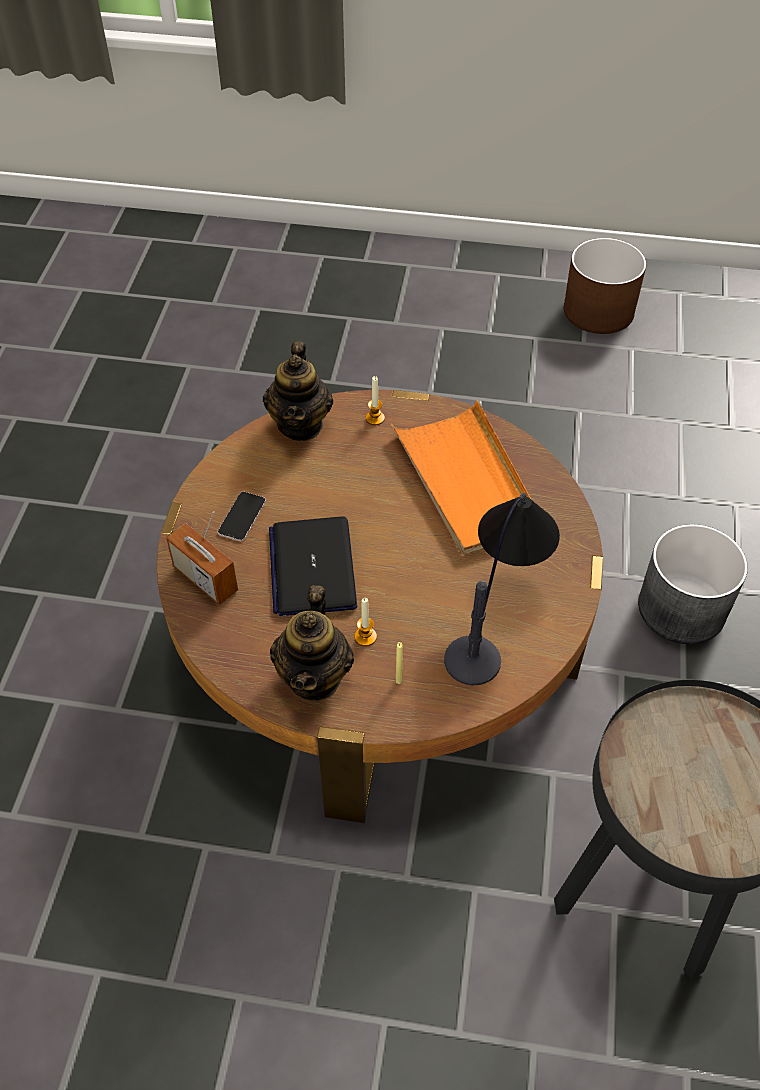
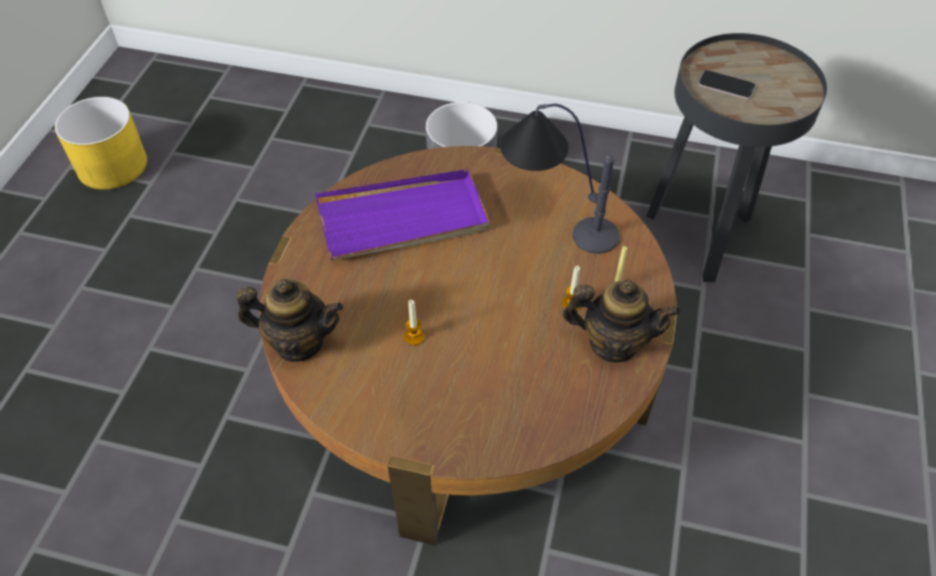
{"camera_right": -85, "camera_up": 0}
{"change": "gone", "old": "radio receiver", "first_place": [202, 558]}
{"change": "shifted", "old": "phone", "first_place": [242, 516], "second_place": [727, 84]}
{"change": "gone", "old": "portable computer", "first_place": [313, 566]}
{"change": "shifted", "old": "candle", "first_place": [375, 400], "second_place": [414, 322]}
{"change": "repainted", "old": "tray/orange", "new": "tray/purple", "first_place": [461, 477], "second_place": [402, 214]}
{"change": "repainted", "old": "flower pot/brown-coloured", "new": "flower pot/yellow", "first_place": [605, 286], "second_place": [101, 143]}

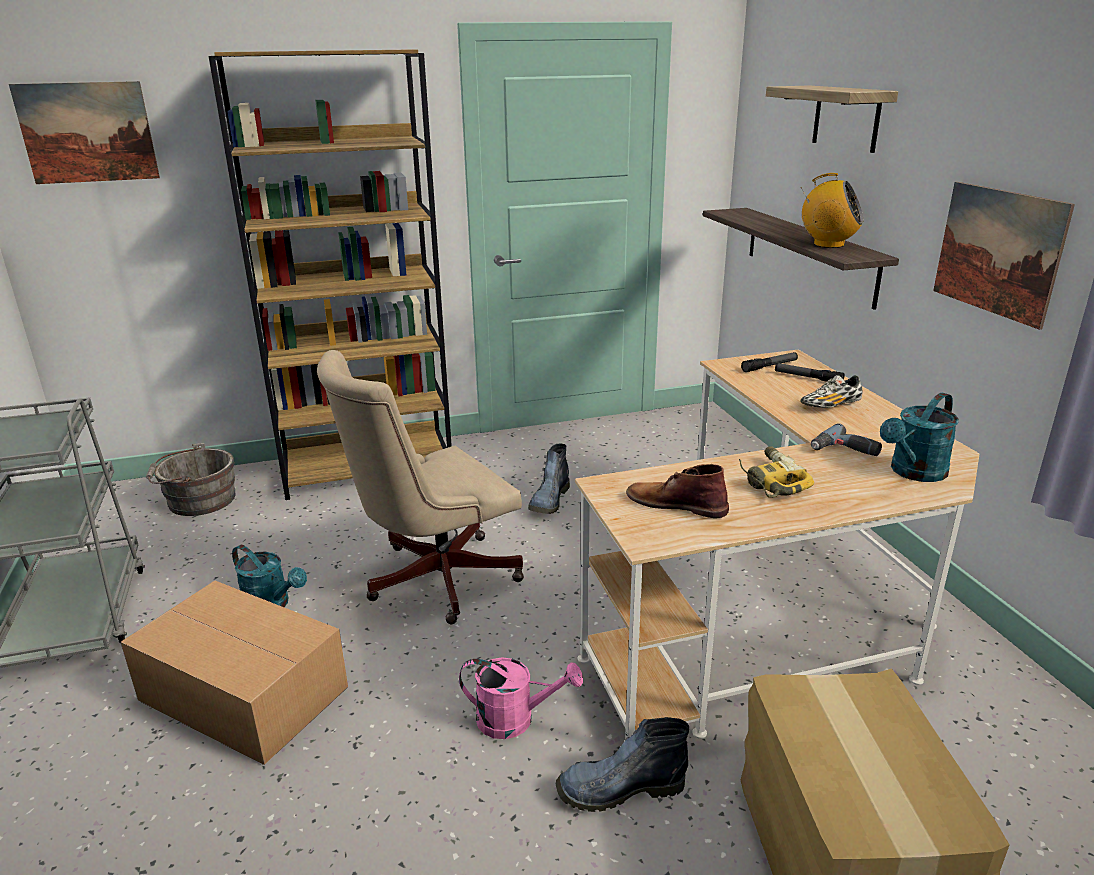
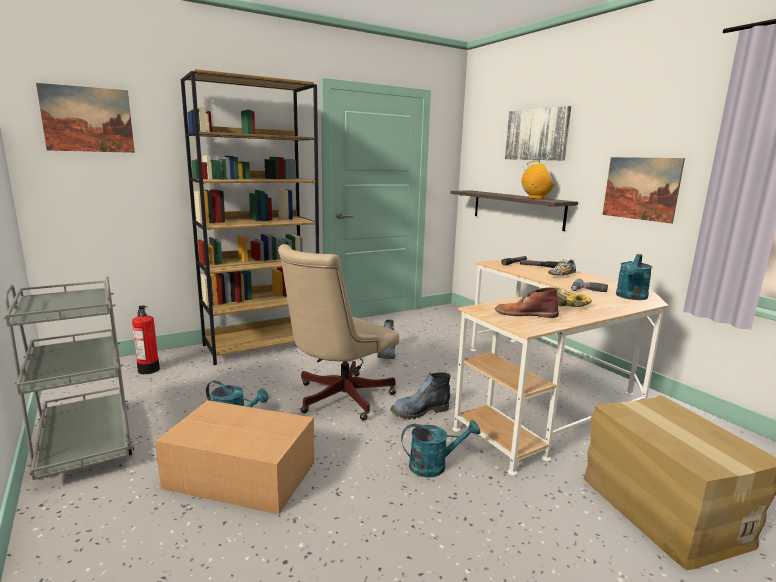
{"camera_right": -15, "camera_up": -10}
{"change": "swapped", "old": "water bucket/gray", "new": "fire extinguisher", "first_place": [191, 479], "second_place": [146, 339]}
{"change": "repainted", "old": "sprinkling can/pink-coloured", "new": "sprinkling can/turquoise-coloured", "first_place": [521, 698], "second_place": [441, 448]}
{"change": "shifted", "old": "high-top boot", "first_place": [622, 764], "second_place": [420, 396]}
{"change": "swapped", "old": "wall shelf", "new": "wall art", "first_place": [832, 119], "second_place": [538, 133]}

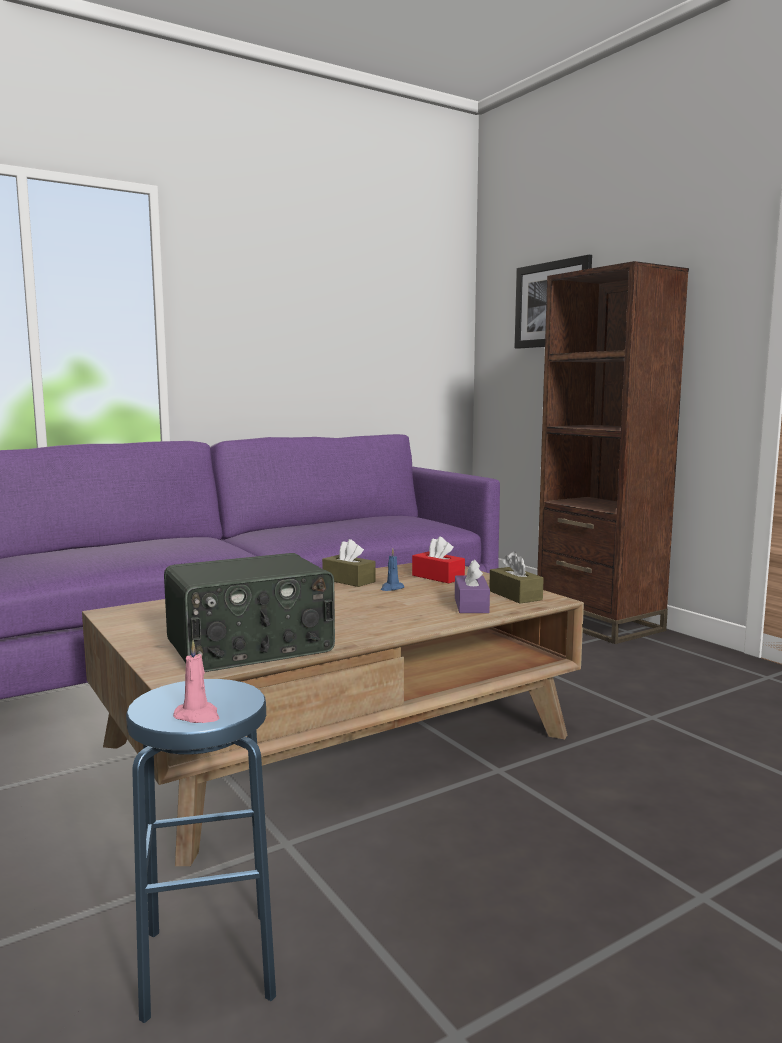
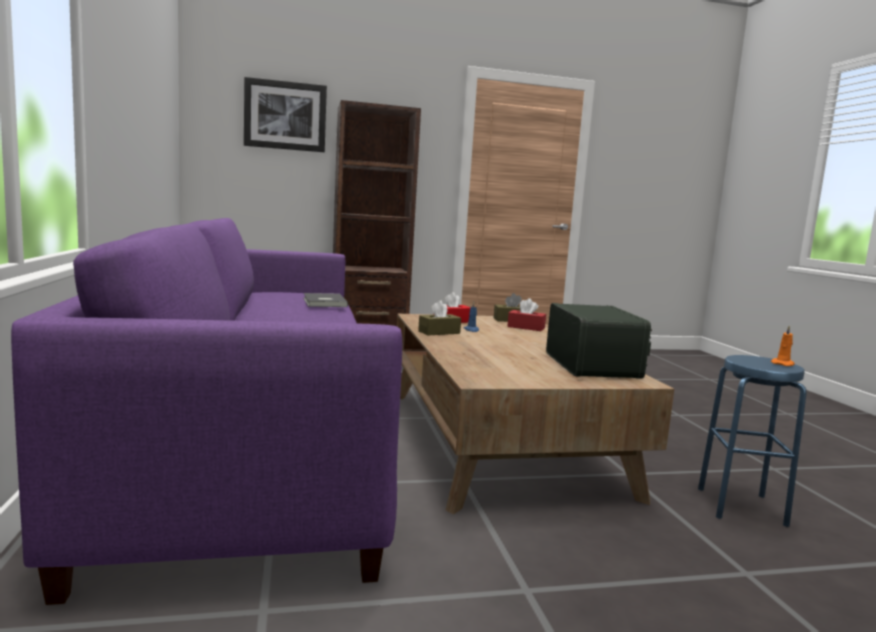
{"camera_right": -70, "camera_up": 0}
{"change": "repainted", "old": "candle/pink-coloured", "new": "candle/orange", "first_place": [196, 682], "second_place": [783, 346]}
{"change": "repainted", "old": "box of tissues/purple", "new": "box of tissues/reddish", "first_place": [472, 586], "second_place": [526, 314]}
{"change": "new", "new": "volume/gray", "second_place": [325, 300]}

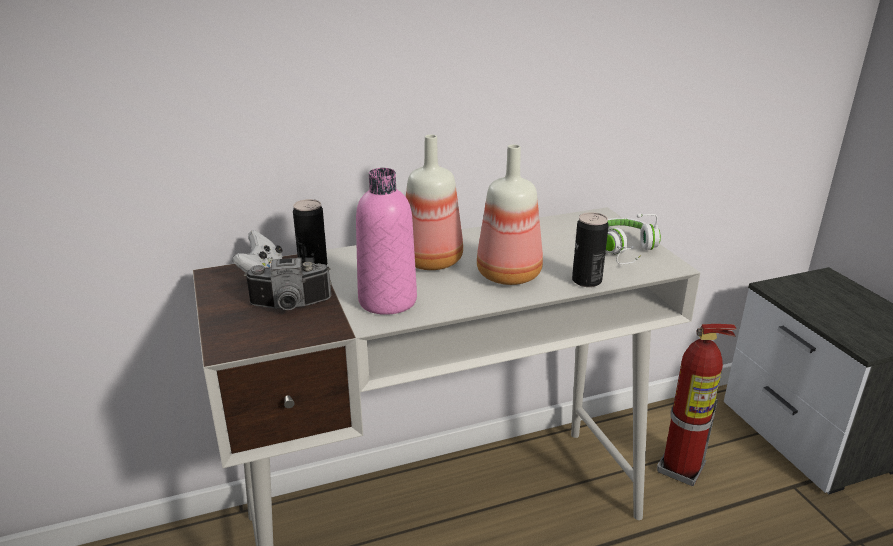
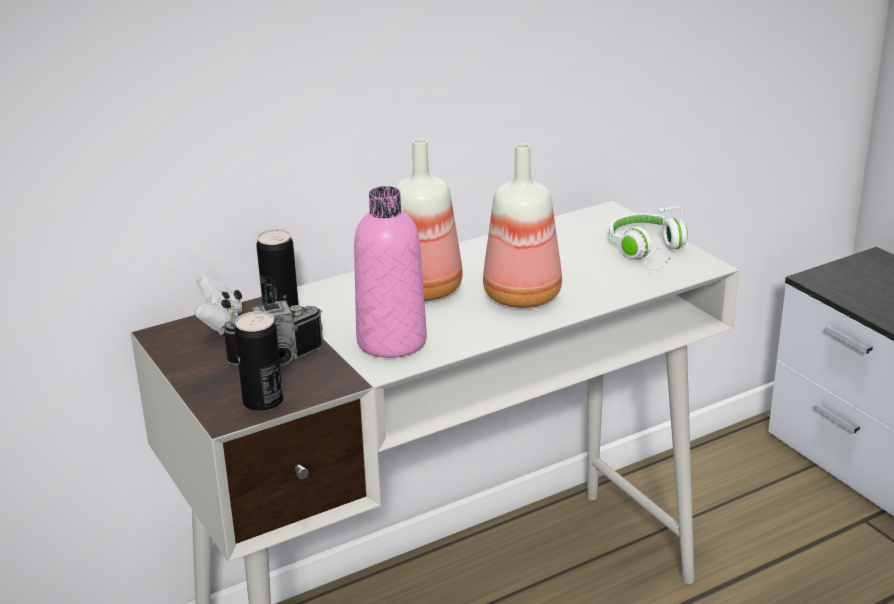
{"camera_right": -10, "camera_up": 0}
{"change": "shifted", "old": "can", "first_place": [590, 249], "second_place": [259, 361]}
{"change": "gone", "old": "fire extinguisher", "first_place": [697, 405]}

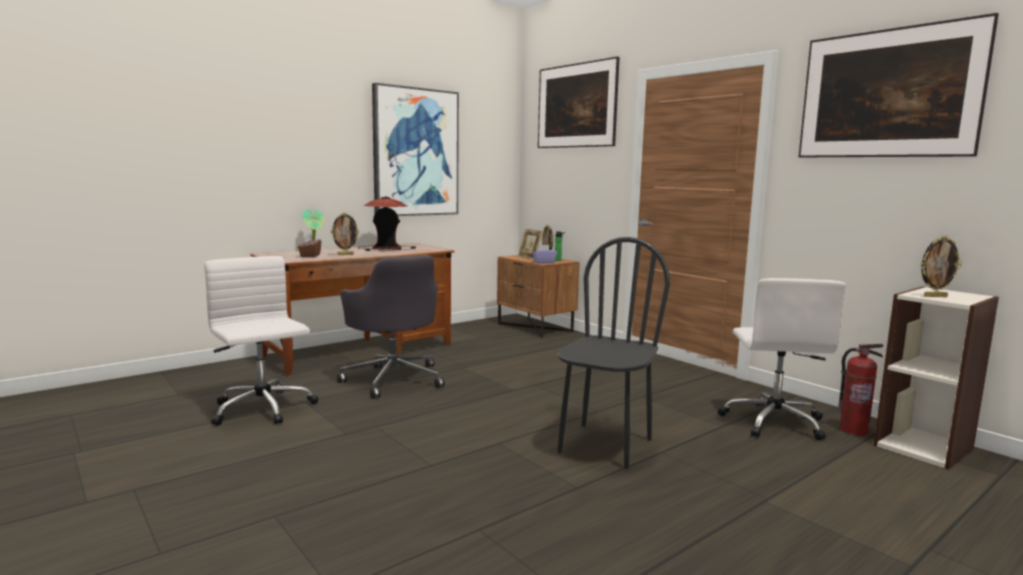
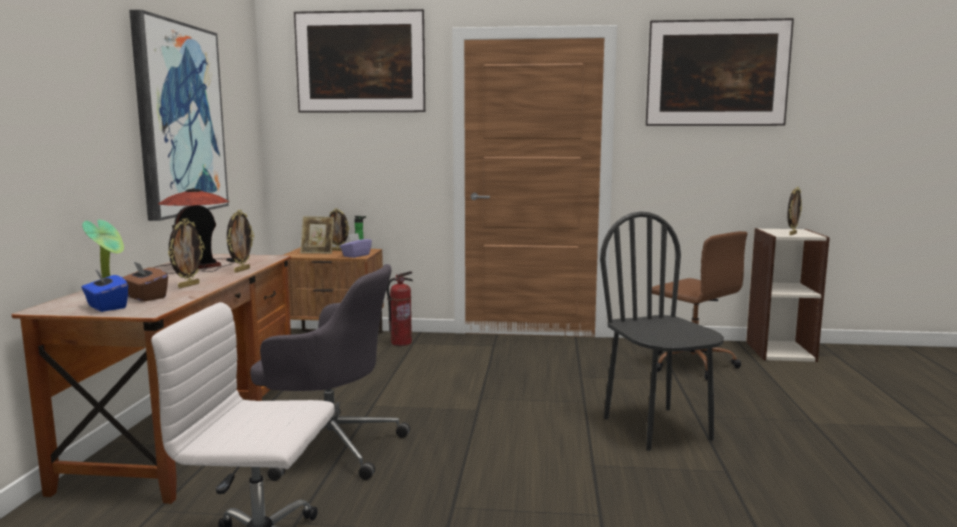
{"camera_right": -45, "camera_up": 0}
{"change": "repainted", "old": "office chair/whitish", "new": "office chair/brown-coloured", "first_place": [782, 359], "second_place": [699, 305]}
{"change": "shifted", "old": "fire extinguisher", "first_place": [860, 390], "second_place": [399, 308]}
{"change": "new", "new": "box of tissues/blue-coloured", "second_place": [105, 290]}
{"change": "new", "new": "photo frame", "second_place": [240, 241]}

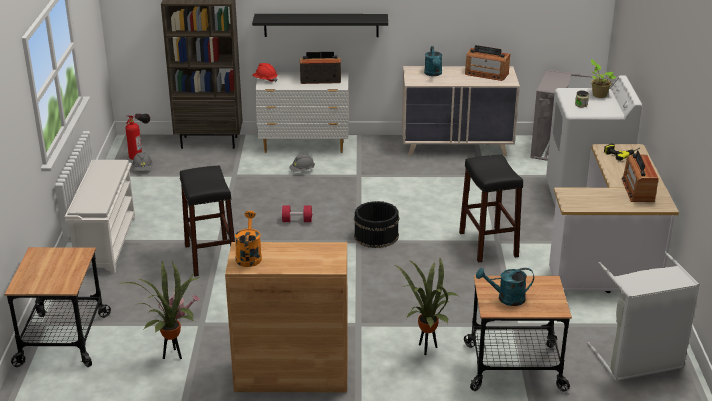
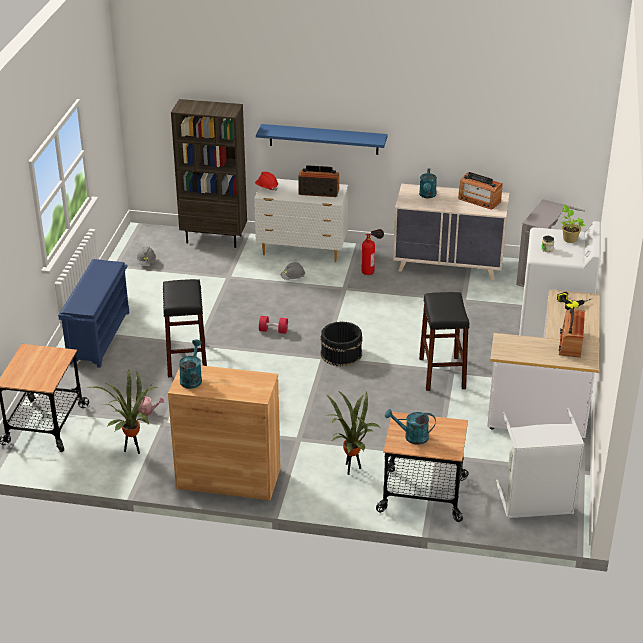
{"camera_right": 10, "camera_up": 5}
{"change": "repainted", "old": "shoe rack/whitish", "new": "shoe rack/blue-coloured", "first_place": [100, 217], "second_place": [93, 313]}
{"change": "shifted", "old": "fire extinguisher", "first_place": [137, 137], "second_place": [373, 252]}
{"change": "repainted", "old": "sprinkling can/orange", "new": "sprinkling can/turquoise-coloured", "first_place": [248, 239], "second_place": [190, 364]}
{"change": "repainted", "old": "wall shelf/blackish", "new": "wall shelf/blue-coloured", "first_place": [320, 25], "second_place": [322, 139]}

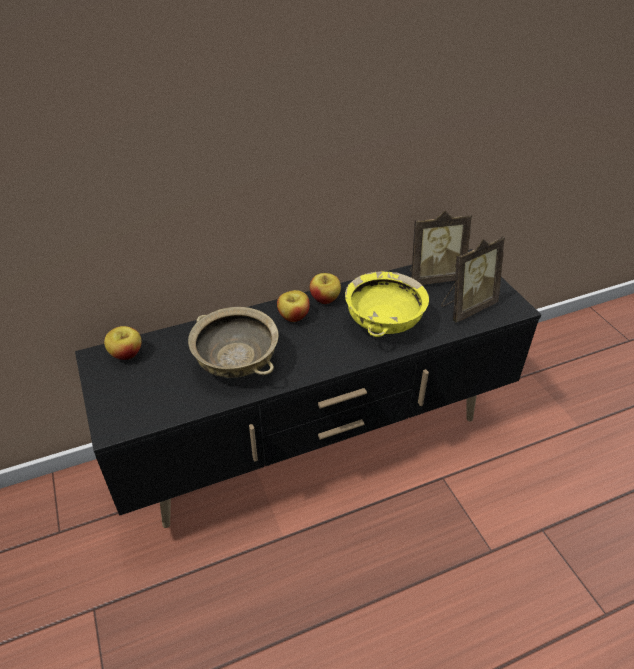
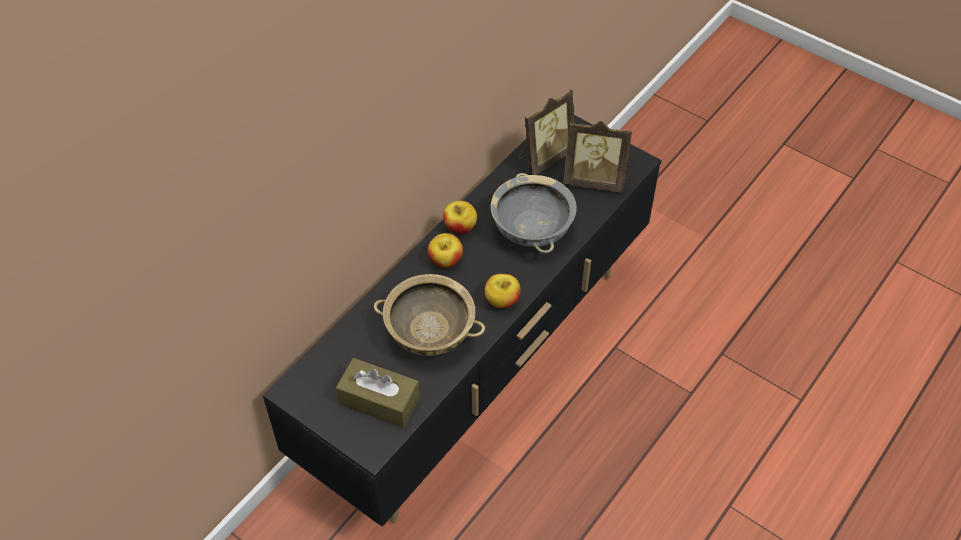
{"camera_right": -30, "camera_up": 10}
{"change": "shifted", "old": "whole apple", "first_place": [122, 343], "second_place": [502, 291]}
{"change": "repainted", "old": "serving bowl/yellow", "new": "serving bowl/gray", "first_place": [387, 304], "second_place": [534, 213]}
{"change": "rotated", "old": "photo frame", "first_place": [473, 279], "second_place": [597, 157], "degrees": 75}
{"change": "new", "new": "box of tissues/brown-coloured", "second_place": [378, 393]}

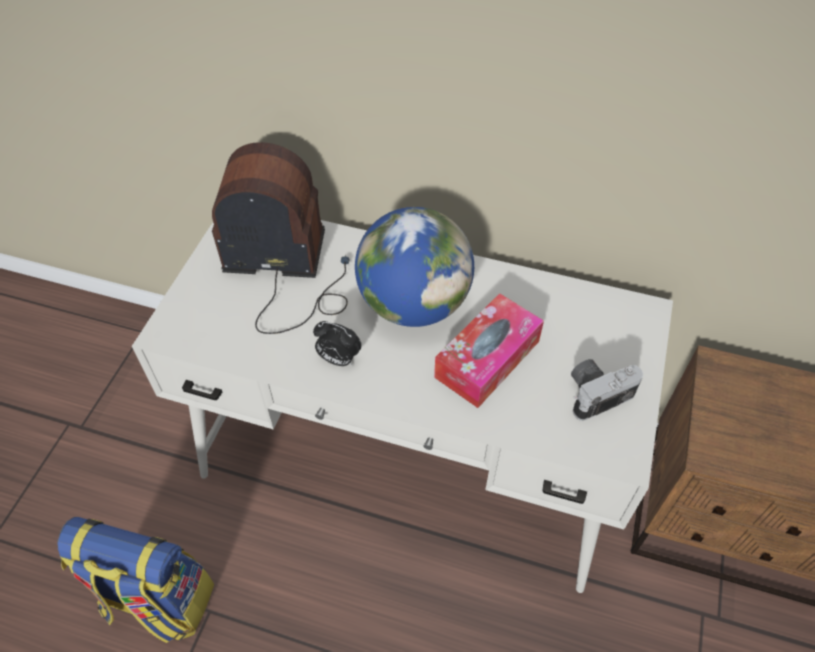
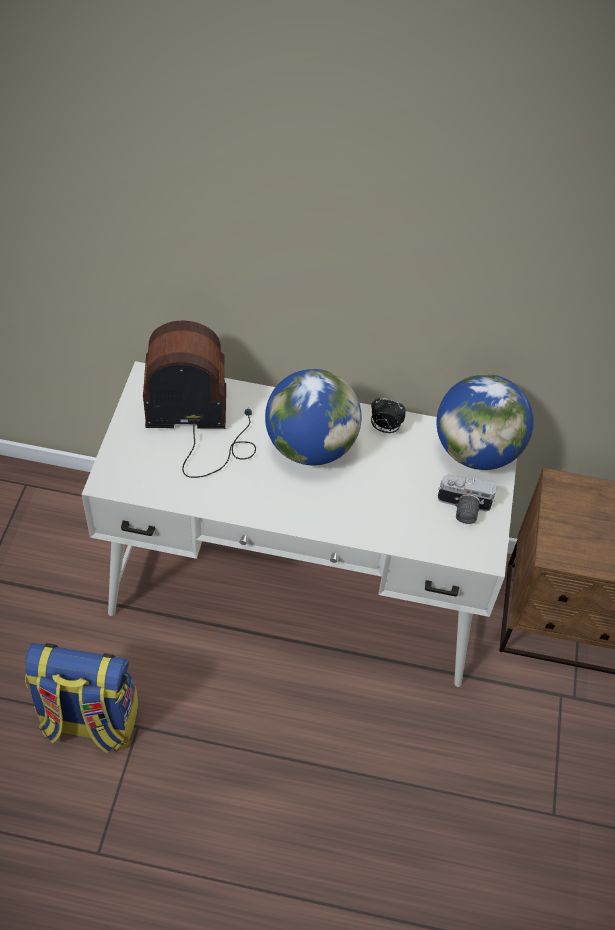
{"camera_right": -10, "camera_up": 0}
{"change": "shifted", "old": "bedside clock", "first_place": [337, 343], "second_place": [388, 415]}
{"change": "gone", "old": "box of tissues", "first_place": [489, 350]}
{"change": "rotated", "old": "photo camera", "first_place": [607, 390], "second_place": [467, 499], "degrees": -135}
{"change": "new", "new": "desk globe", "second_place": [485, 422]}

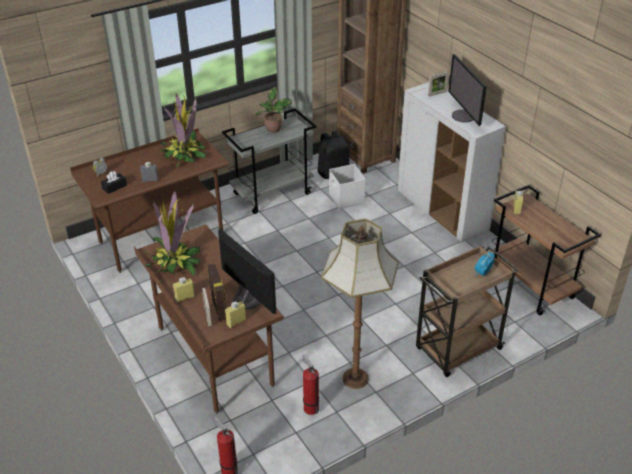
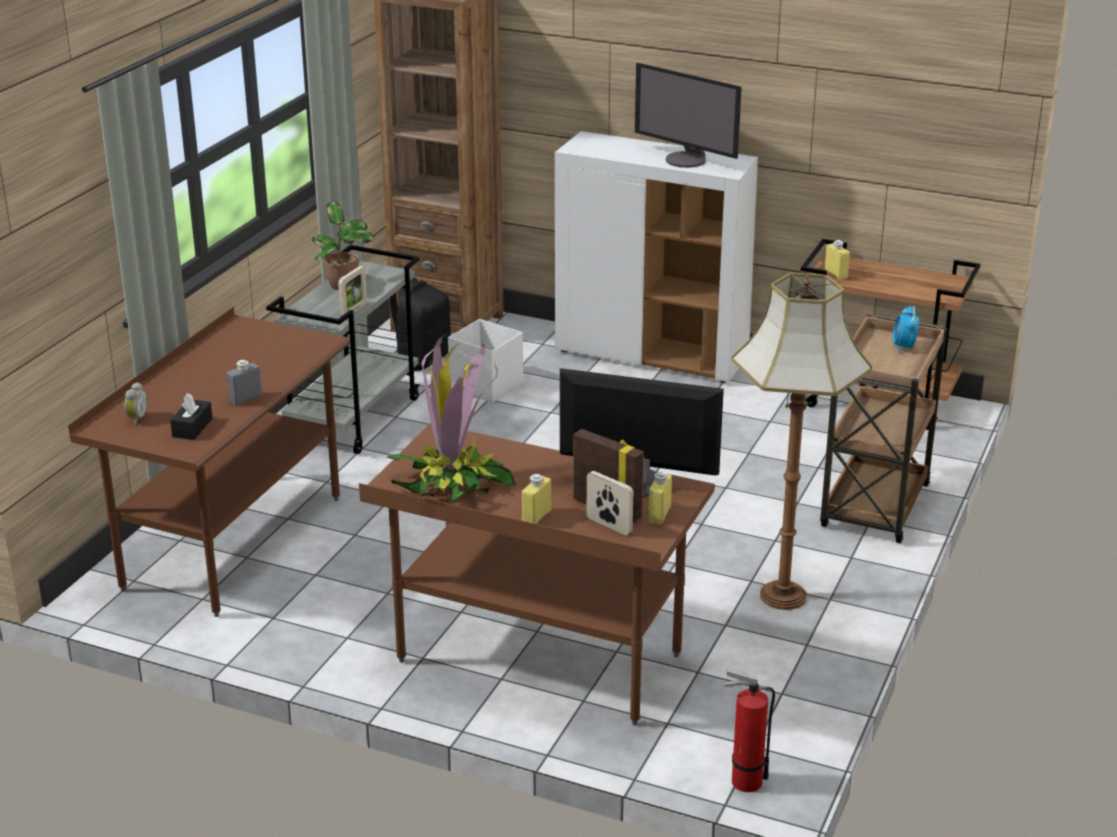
{"camera_right": -35, "camera_up": -10}
{"change": "gone", "old": "plant in a pot", "first_place": [182, 130]}
{"change": "gone", "old": "fire extinguisher", "first_place": [310, 384]}
{"change": "shifted", "old": "photo frame", "first_place": [438, 84], "second_place": [352, 291]}

